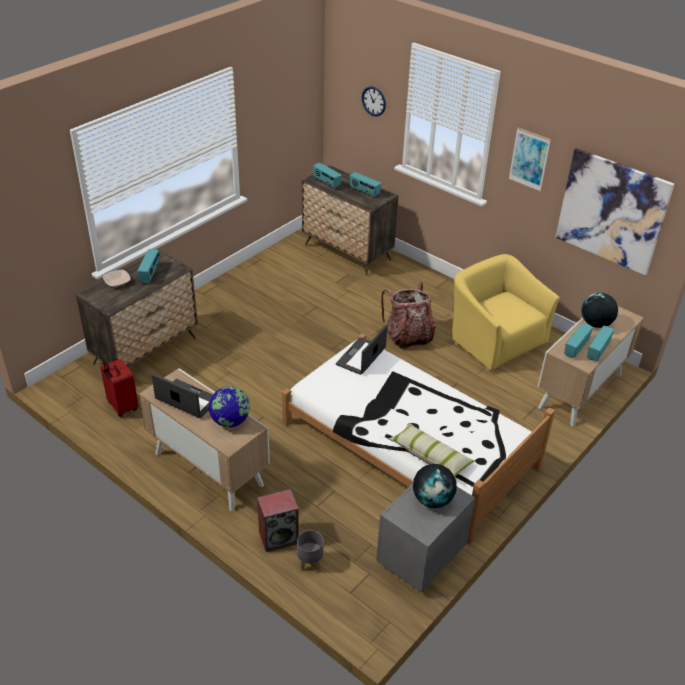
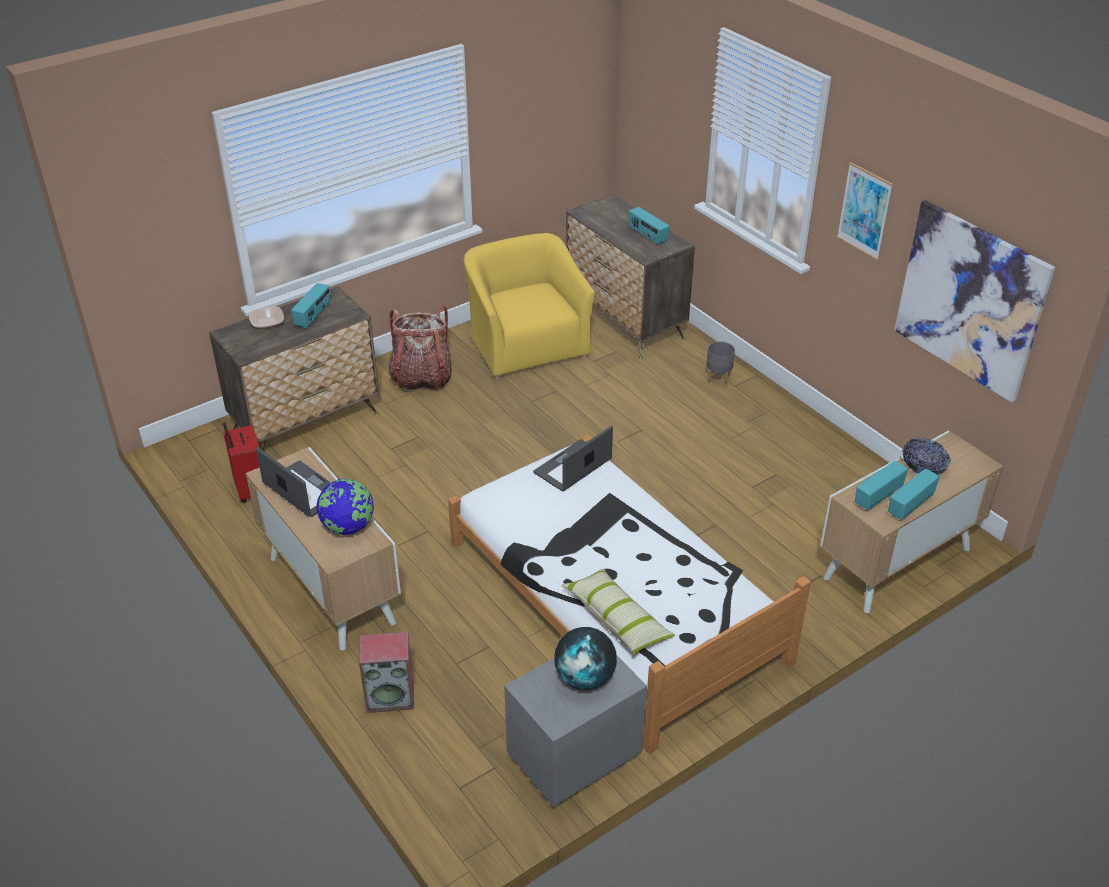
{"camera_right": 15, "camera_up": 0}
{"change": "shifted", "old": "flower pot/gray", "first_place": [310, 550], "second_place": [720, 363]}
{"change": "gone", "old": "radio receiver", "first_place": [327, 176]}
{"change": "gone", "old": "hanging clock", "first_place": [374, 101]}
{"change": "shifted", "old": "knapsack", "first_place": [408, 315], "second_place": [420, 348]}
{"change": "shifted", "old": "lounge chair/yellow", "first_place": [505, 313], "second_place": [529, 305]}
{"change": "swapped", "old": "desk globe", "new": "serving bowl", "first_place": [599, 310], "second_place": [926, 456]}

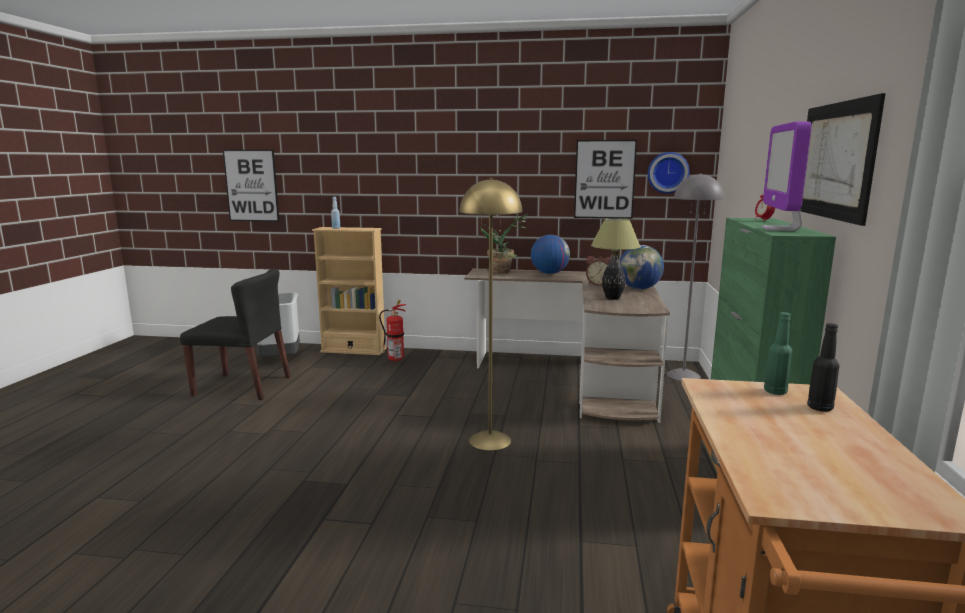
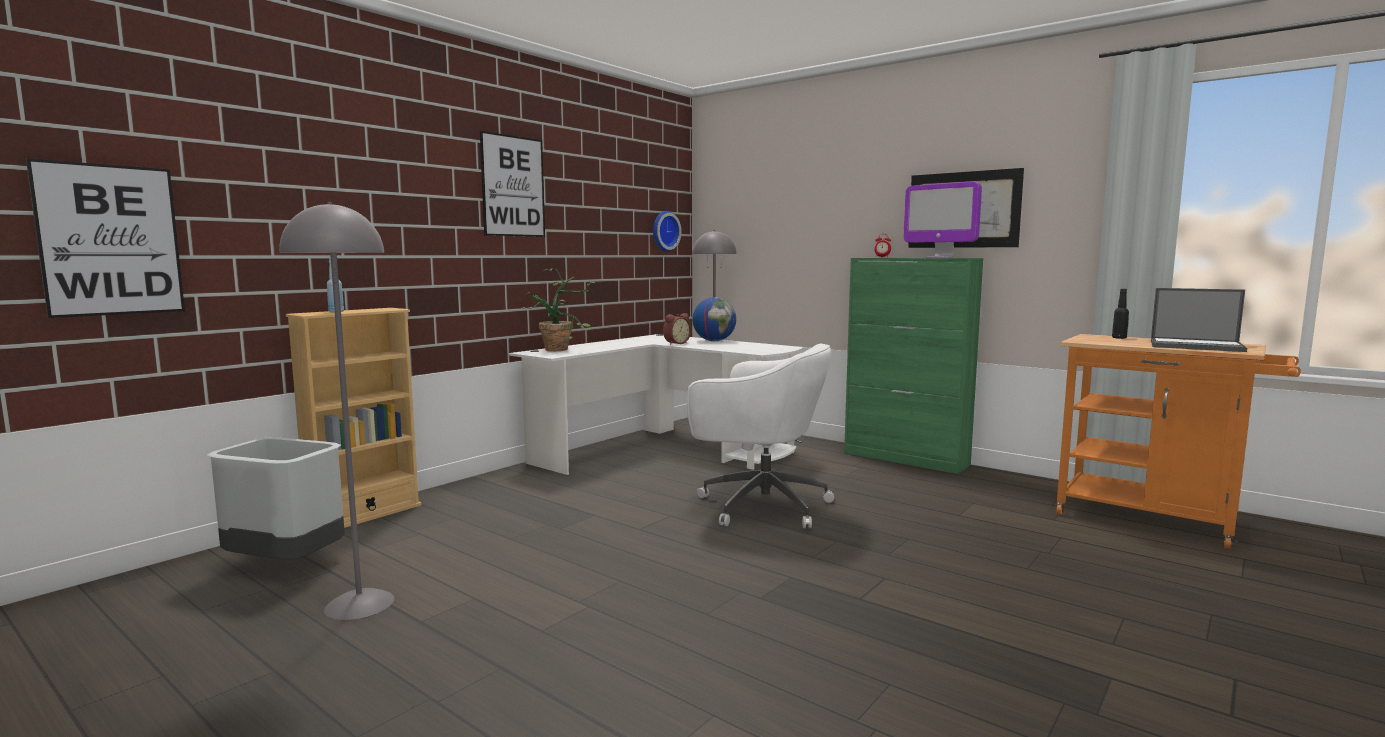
{"camera_right": -60, "camera_up": -5}
{"change": "swapped", "old": "upright chair/blackish", "new": "standing lamp/gray", "first_place": [235, 334], "second_place": [337, 411]}
{"change": "gone", "old": "fire extinguisher", "first_place": [392, 331]}
{"change": "swapped", "old": "standing lamp/yellow", "new": "office chair/whitish", "first_place": [491, 314], "second_place": [760, 436]}
{"change": "repainted", "old": "desk unit/brown-coloured", "new": "desk unit/whitish", "first_place": [567, 346], "second_place": [656, 404]}
{"change": "gone", "old": "desk globe", "first_place": [550, 254]}
{"change": "shifted", "old": "wall art", "first_place": [605, 179], "second_place": [512, 184]}
{"change": "gone", "old": "lamp for a table", "first_place": [616, 259]}
{"change": "gone", "old": "drink bottle/greenish", "first_place": [778, 353]}
{"change": "new", "new": "portable computer", "second_place": [1199, 320]}

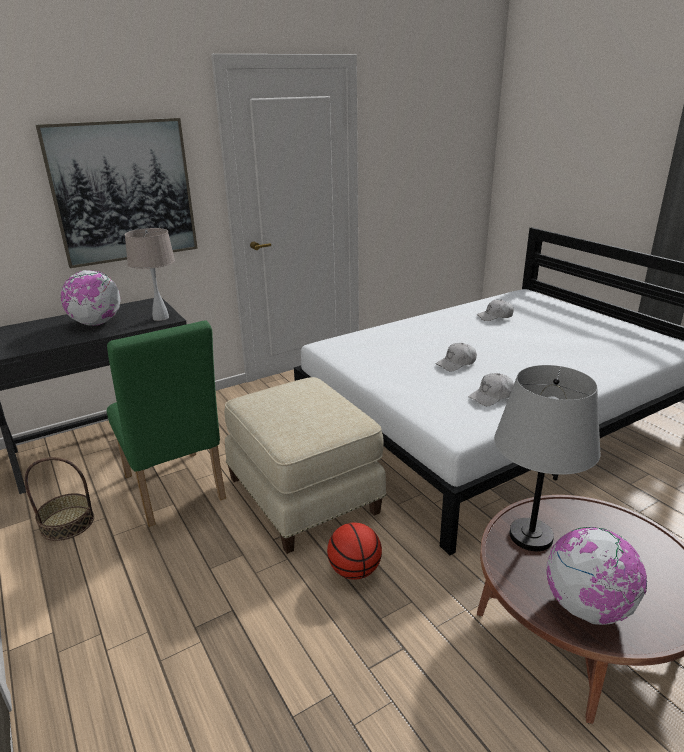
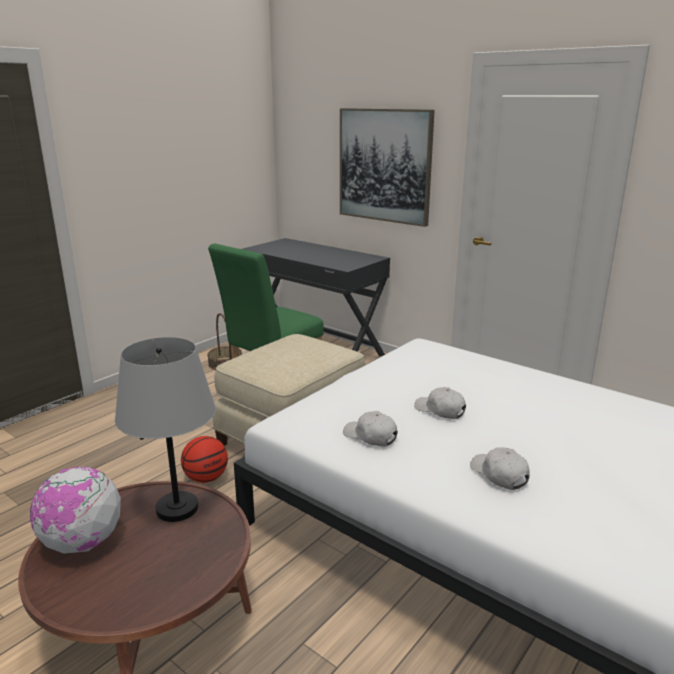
{"camera_right": 70, "camera_up": -5}
{"change": "gone", "old": "desk globe", "first_place": [91, 297]}
{"change": "gone", "old": "lamp for a table/beige-coloured", "first_place": [150, 274]}
{"change": "shifted", "old": "cap/whitish", "first_place": [495, 310], "second_place": [500, 468]}

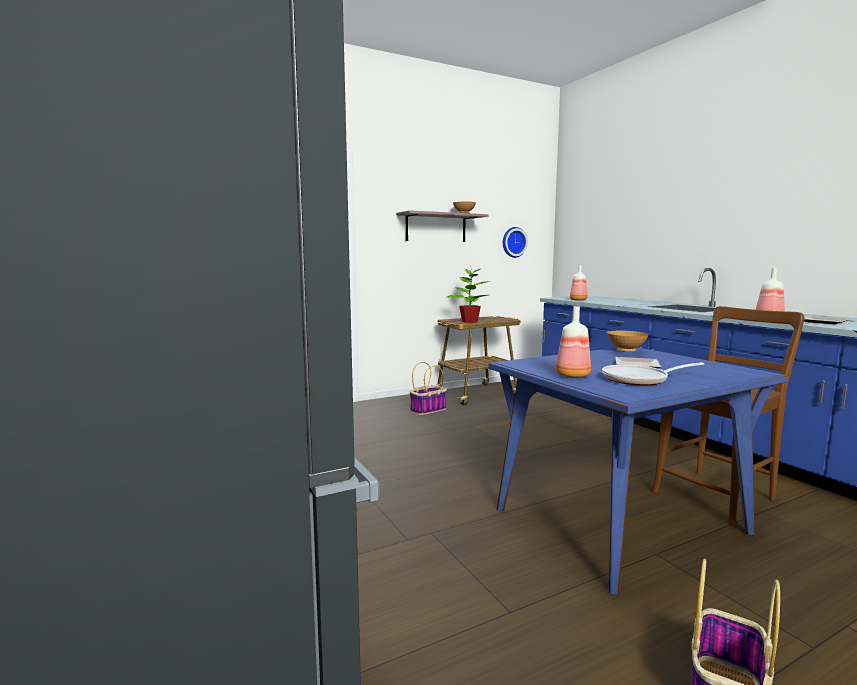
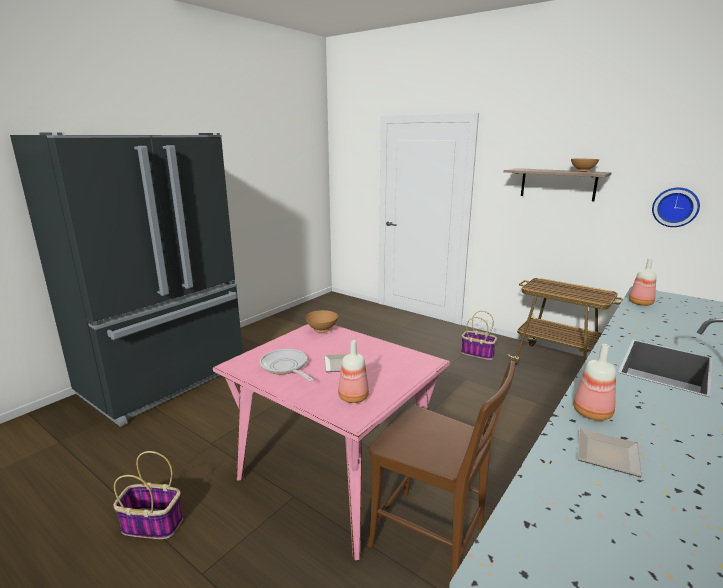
{"camera_right": 65, "camera_up": 10}
{"change": "gone", "old": "plant in a pot", "first_place": [468, 296]}
{"change": "repainted", "old": "dinner table/blue-coloured", "new": "dinner table/pink-coloured", "first_place": [638, 471], "second_place": [331, 442]}
{"change": "shifted", "old": "drink bottle", "first_place": [573, 342], "second_place": [353, 371]}
{"change": "shifted", "old": "serving bowl/brown-coloured", "first_place": [628, 341], "second_place": [321, 321]}

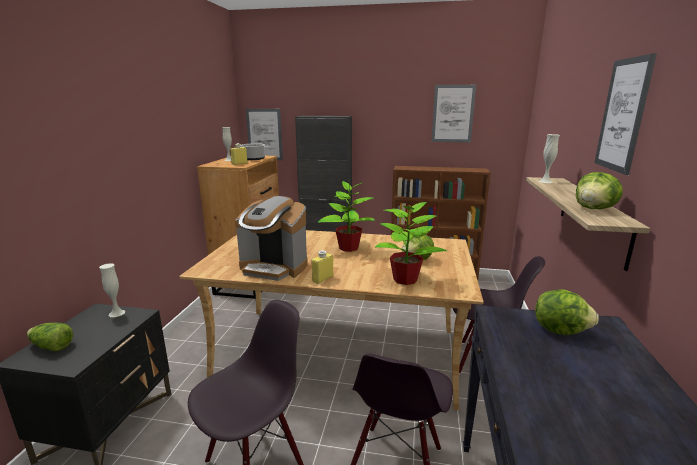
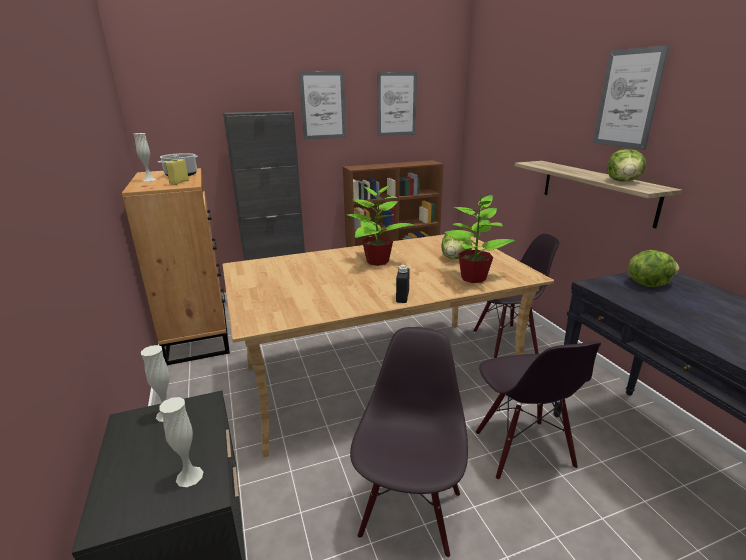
{"camera_right": -30, "camera_up": 5}
{"change": "gone", "old": "lettuce head", "first_place": [50, 336]}
{"change": "gone", "old": "coffee maker", "first_place": [271, 238]}
{"change": "shifted", "old": "wall art", "first_place": [264, 134], "second_place": [322, 105]}
{"change": "repainted", "old": "drink bottle/yellow", "new": "drink bottle/blackish", "first_place": [322, 267], "second_place": [403, 284]}
{"change": "shifted", "old": "decorative vase/whitish", "first_place": [549, 158], "second_place": [181, 442]}

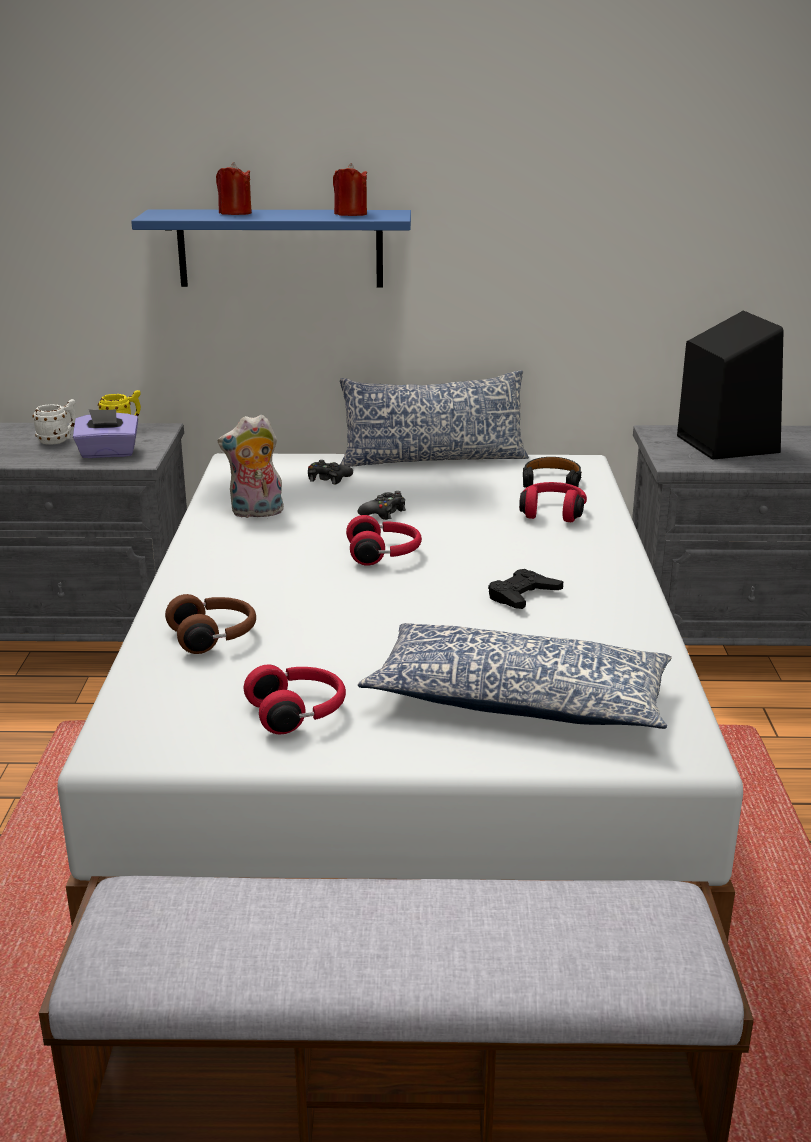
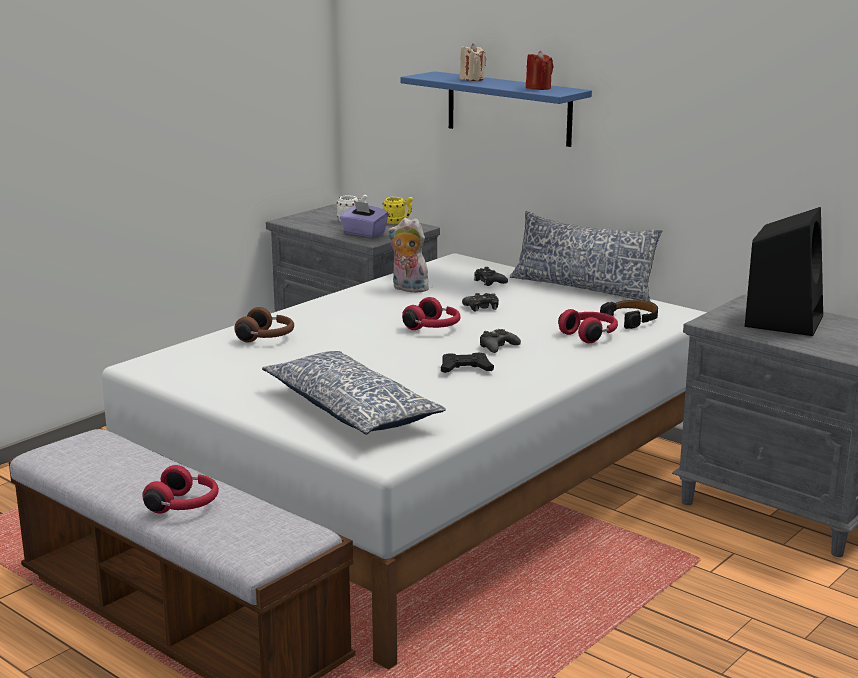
{"camera_right": 40, "camera_up": -5}
{"change": "repainted", "old": "candle/reddish", "new": "candle/beige-coloured", "first_place": [234, 188], "second_place": [473, 62]}
{"change": "shifted", "old": "headset/reddish", "first_place": [295, 699], "second_place": [181, 489]}
{"change": "new", "new": "game controller/blackish", "second_place": [500, 341]}

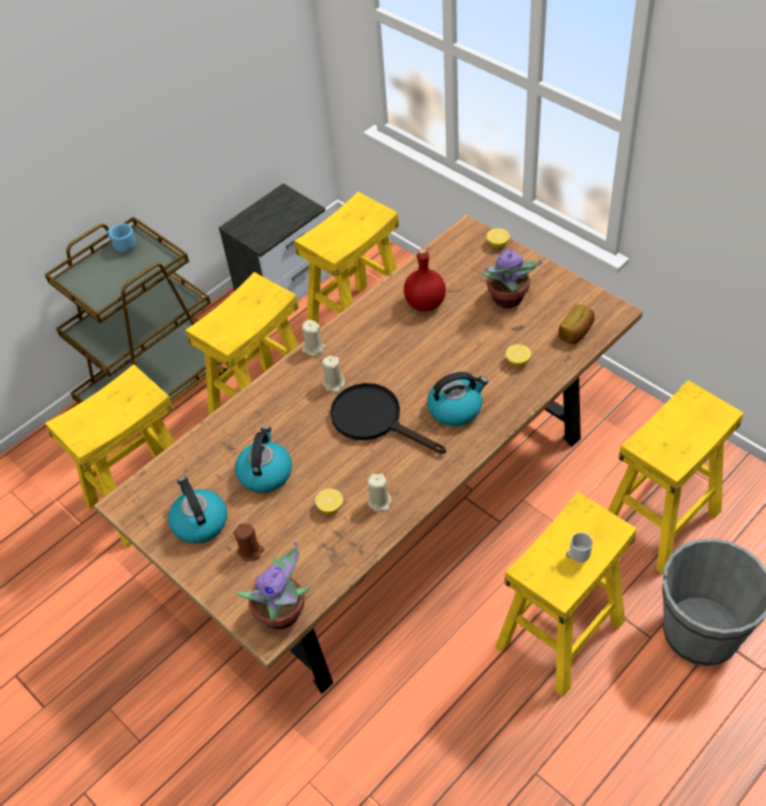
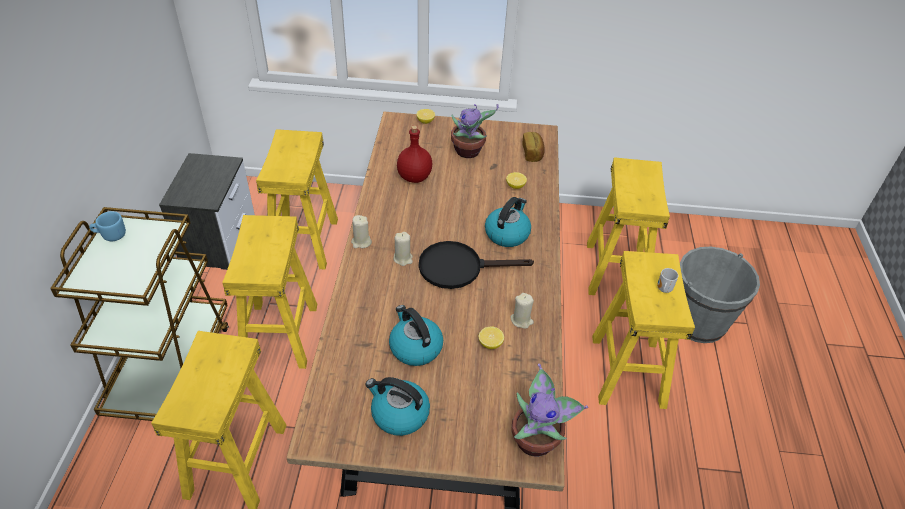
{"camera_right": -45, "camera_up": -5}
{"change": "gone", "old": "candle/brown-coloured", "first_place": [248, 542]}

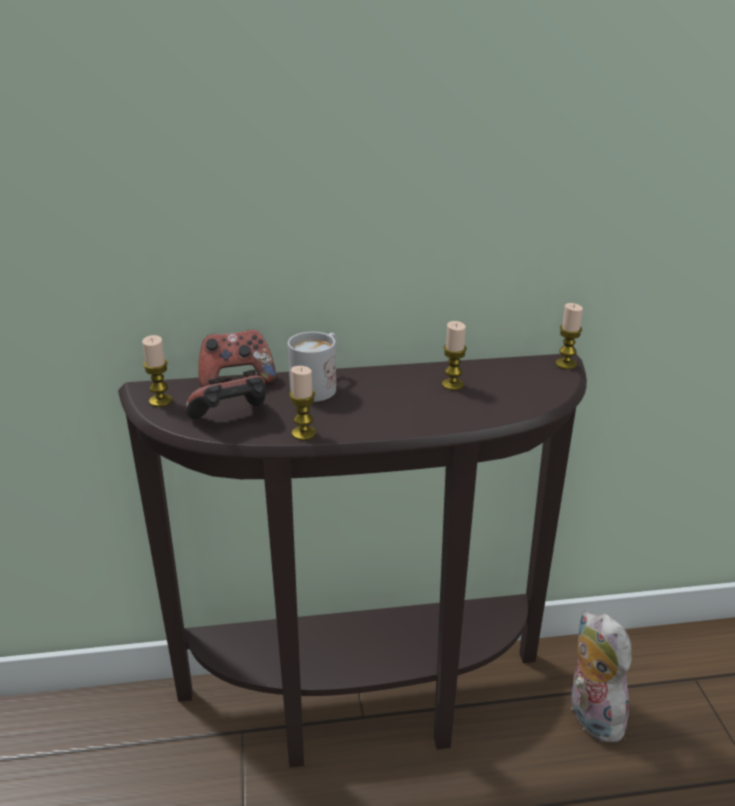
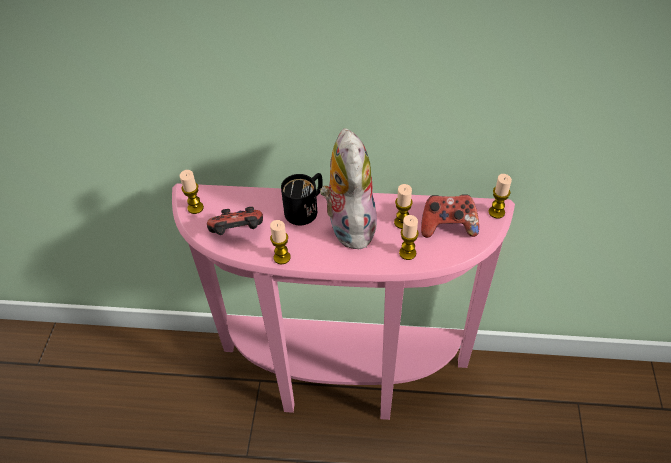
{"camera_right": 15, "camera_up": 20}
{"change": "repainted", "old": "narrow table/brown-coloured", "new": "narrow table/pink-coloured", "first_place": [352, 561], "second_place": [343, 302]}
{"change": "shifted", "old": "game controller", "first_place": [237, 358], "second_place": [450, 216]}
{"change": "repainted", "old": "tea mug/whitish", "new": "tea mug/blackish", "first_place": [312, 367], "second_place": [302, 199]}
{"change": "shifted", "old": "soft toy", "first_place": [601, 676], "second_place": [348, 189]}
{"change": "new", "new": "candle", "second_place": [409, 237]}

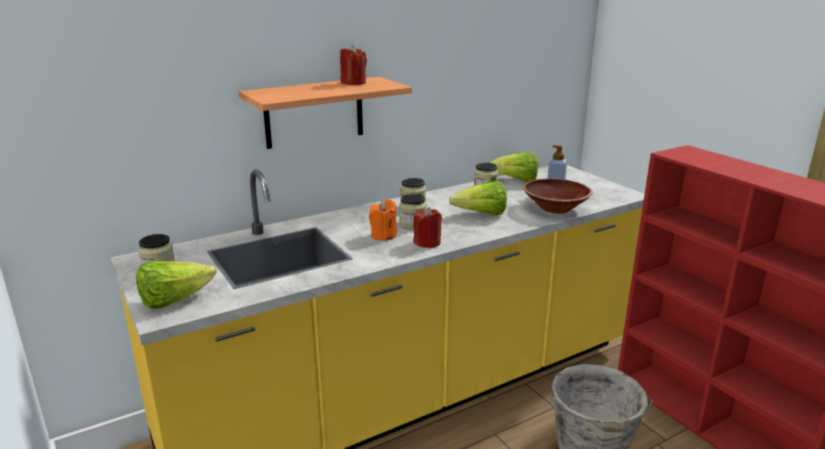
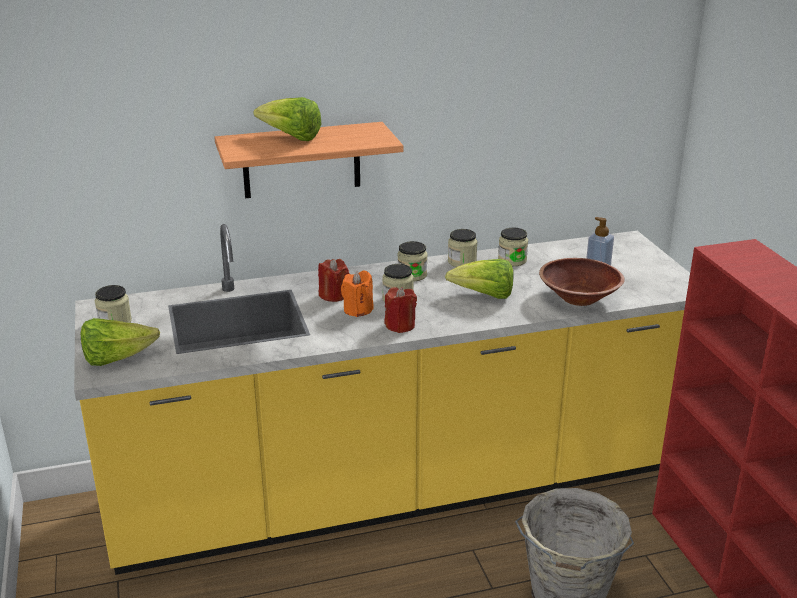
{"camera_right": 15, "camera_up": 5}
{"change": "shifted", "old": "candle/reddish", "first_place": [353, 65], "second_place": [333, 280]}
{"change": "shifted", "old": "lettuce head", "first_place": [513, 167], "second_place": [287, 119]}
{"change": "new", "new": "storage jar", "second_place": [463, 248]}

